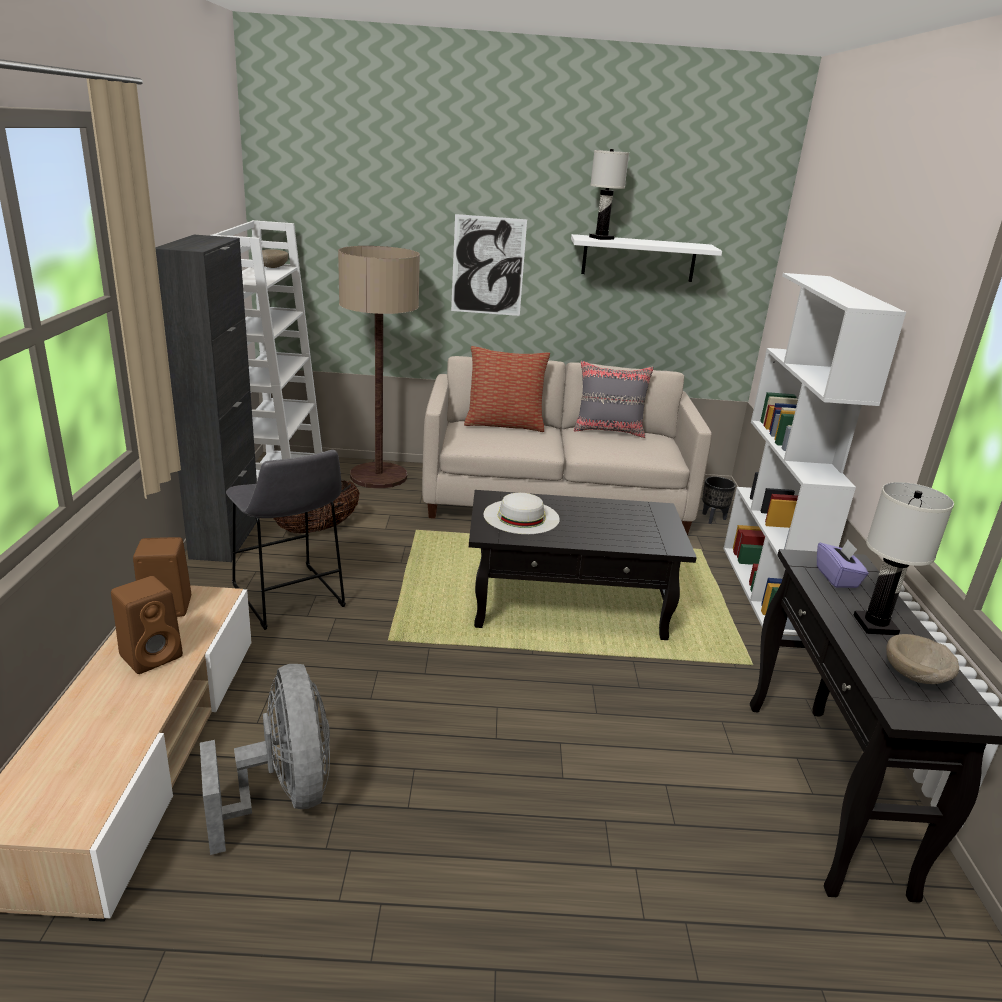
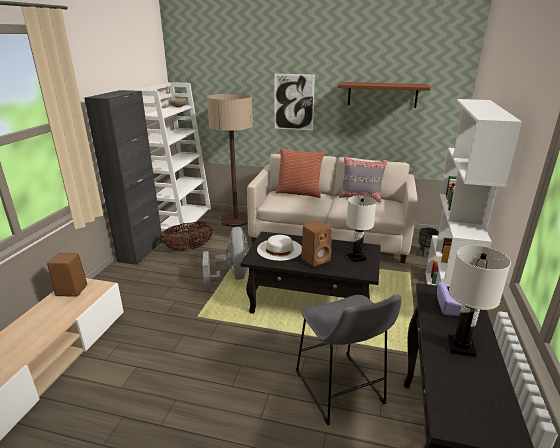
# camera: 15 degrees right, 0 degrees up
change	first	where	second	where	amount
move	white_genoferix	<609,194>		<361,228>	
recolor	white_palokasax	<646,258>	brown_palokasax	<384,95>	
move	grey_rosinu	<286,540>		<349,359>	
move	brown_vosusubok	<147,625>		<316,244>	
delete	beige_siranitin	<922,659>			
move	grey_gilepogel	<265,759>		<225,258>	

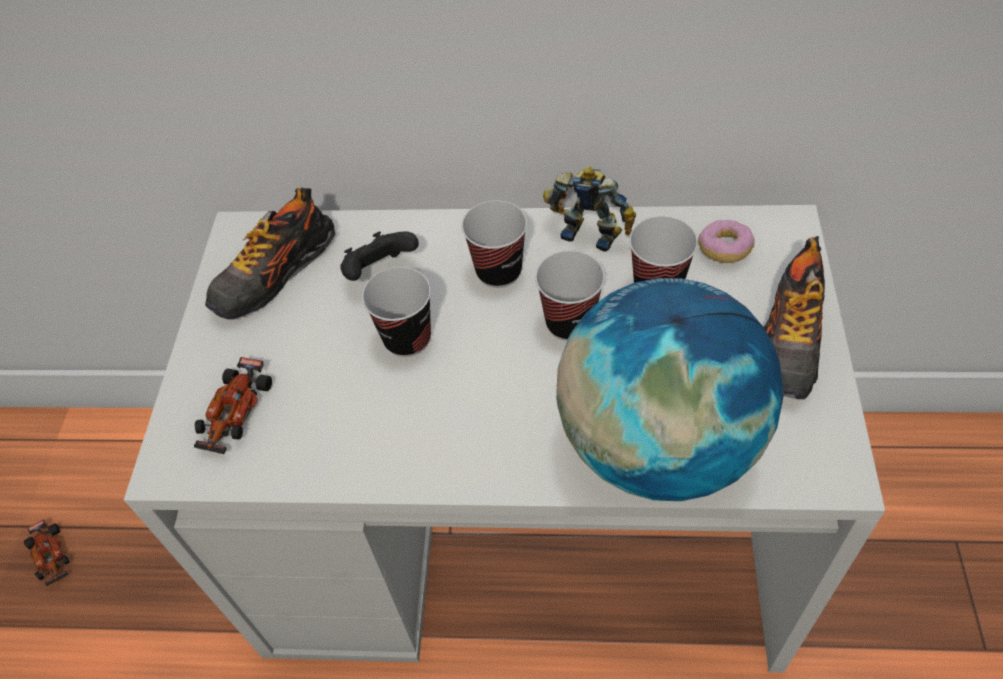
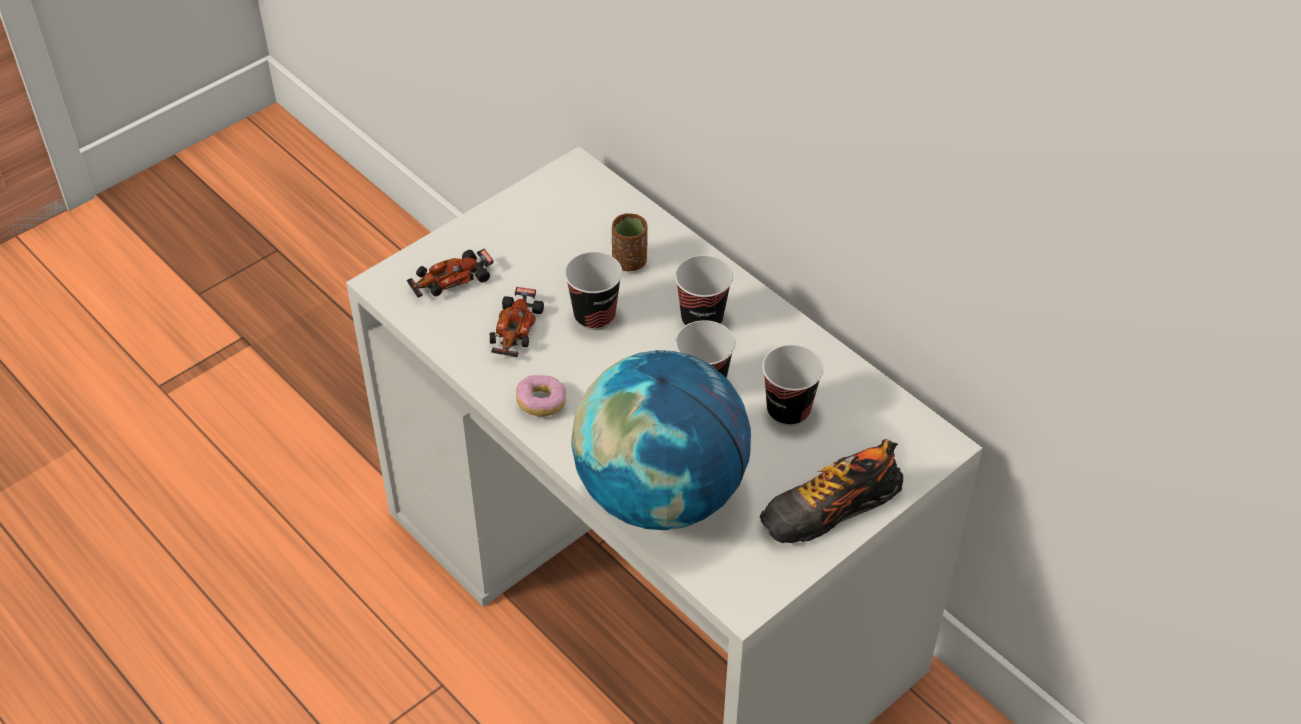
# camera: 40 degrees right, 5 degrees down
change	first	where	second	where	amount
delete	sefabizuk	<589,209>			
delete	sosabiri	<270,253>			
move	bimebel	<726,241>		<541,396>	
replace	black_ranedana	<379,256>	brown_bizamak	<629,242>	
move	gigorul	<47,553>		<517,322>	

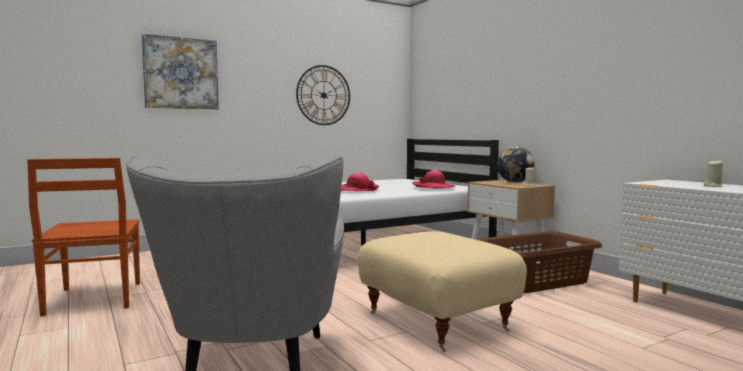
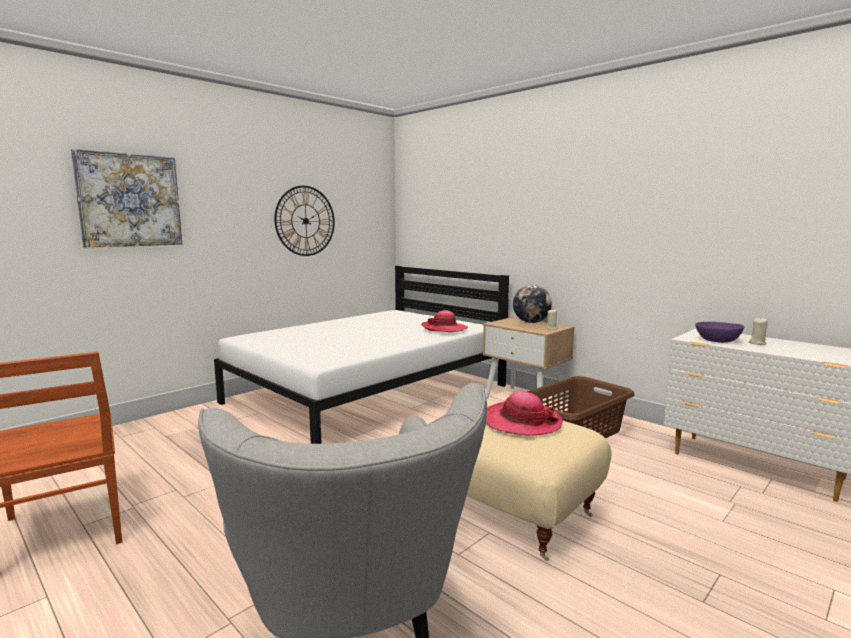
# camera: 15 degrees left, 5 degrees up
change	first	where	second	where	amount
move	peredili	<360,182>		<524,413>	
insert			purple_siranitin	<719,332>	

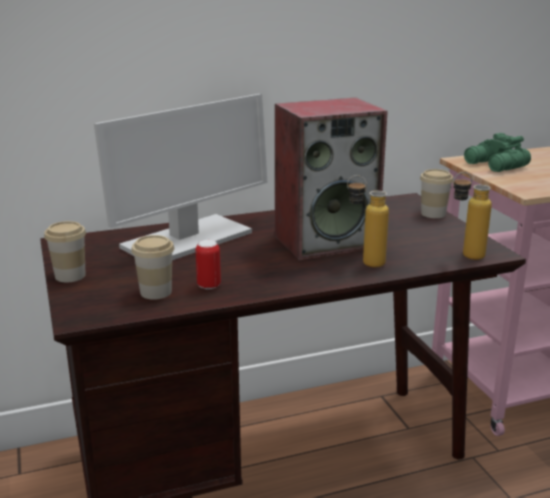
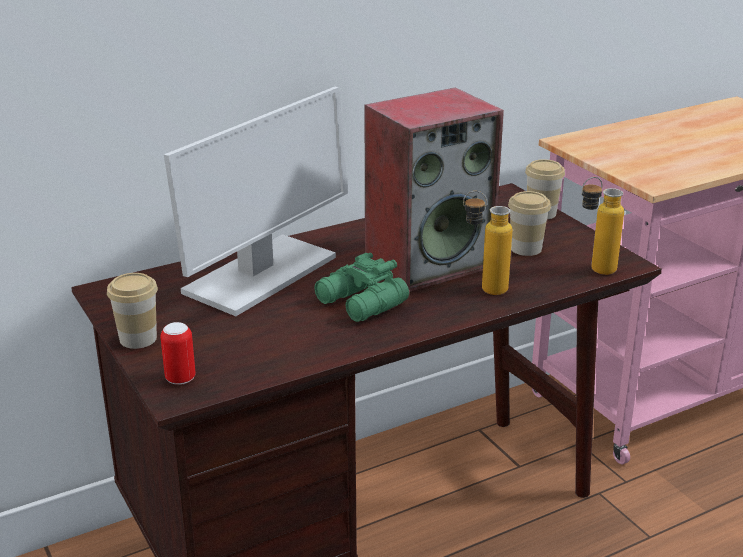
# camera: 10 degrees left, 5 degrees up
change	first	where	second	where	amount
move	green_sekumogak	<497,152>		<361,287>	
move	bizamak	<152,267>		<529,223>	
move	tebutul	<208,265>		<178,353>	

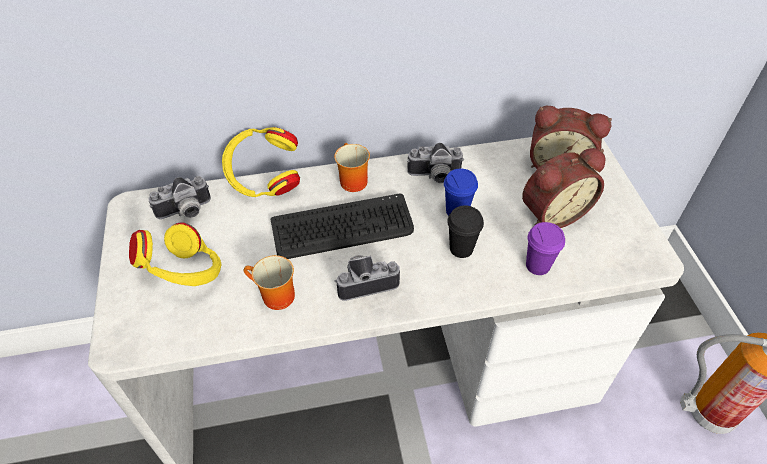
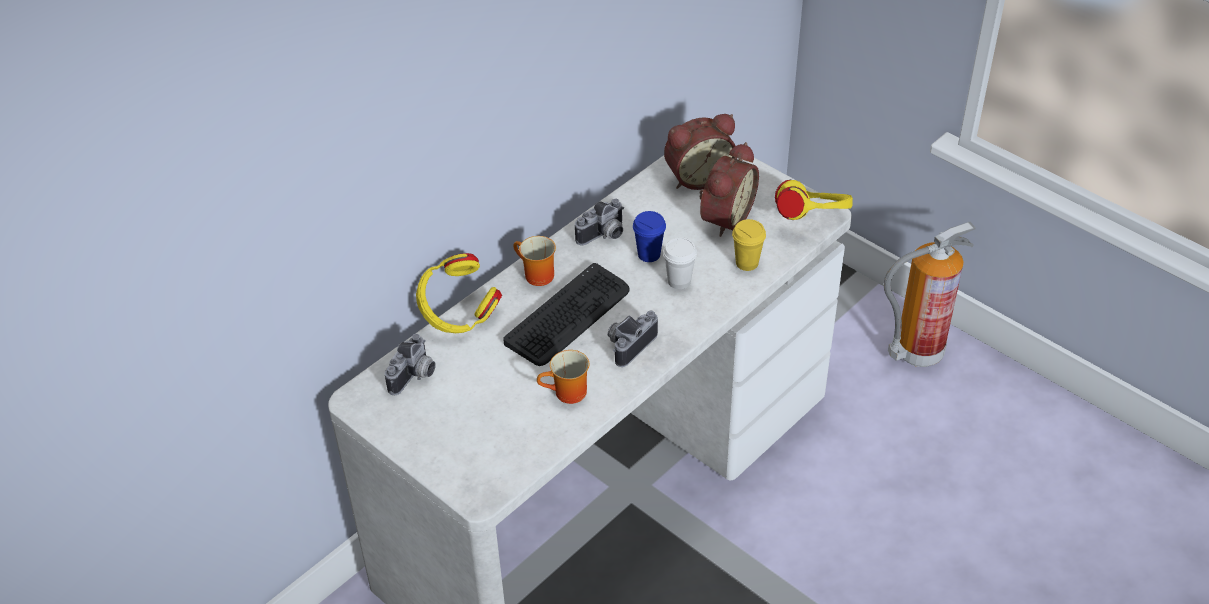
# camera: 35 degrees left, 5 degrees down
change	first	where	second	where	amount
recolor	black_bizamak	<465,231>	white_bizamak	<680,263>	
move	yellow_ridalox	<175,254>		<814,200>	
recolor	purple_bizamak	<545,248>	yellow_bizamak	<749,245>	

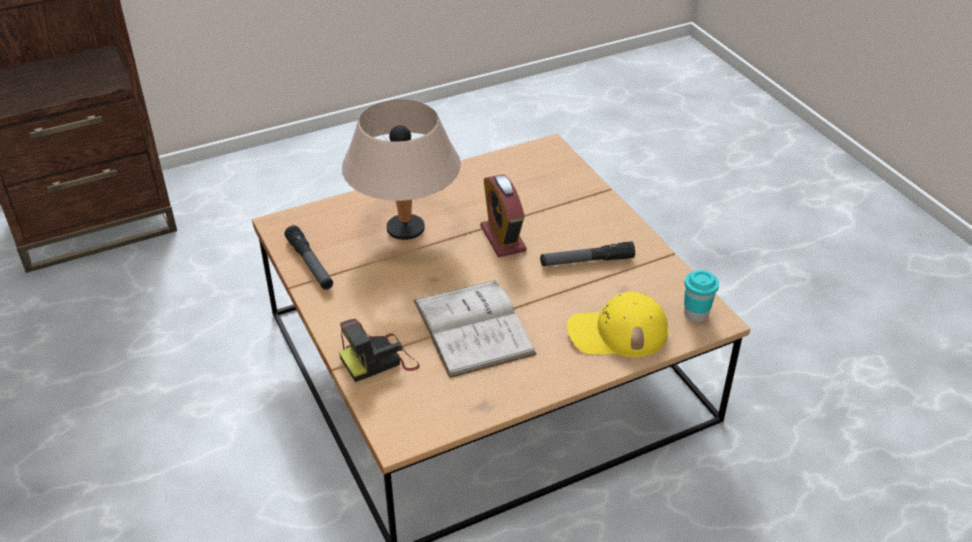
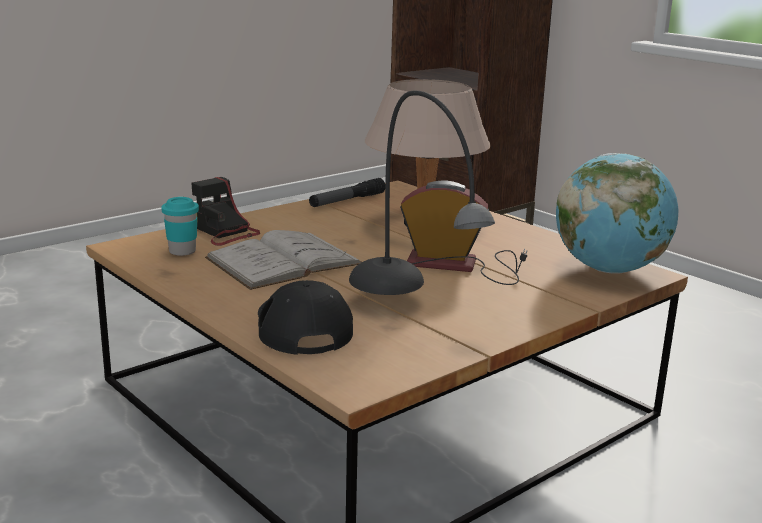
# camera: 75 degrees right, 20 degrees down
change	first	where	second	where	amount
rotate	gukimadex	<503,215>		<444,226>	45 degrees clockwise
replace	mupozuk	<587,253>	grey_genoferix	<438,192>	
move	turquoise_bizamak	<701,296>		<180,226>	
recolor	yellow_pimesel	<618,324>	black_pimesel	<305,317>	
insert			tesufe	<617,213>	

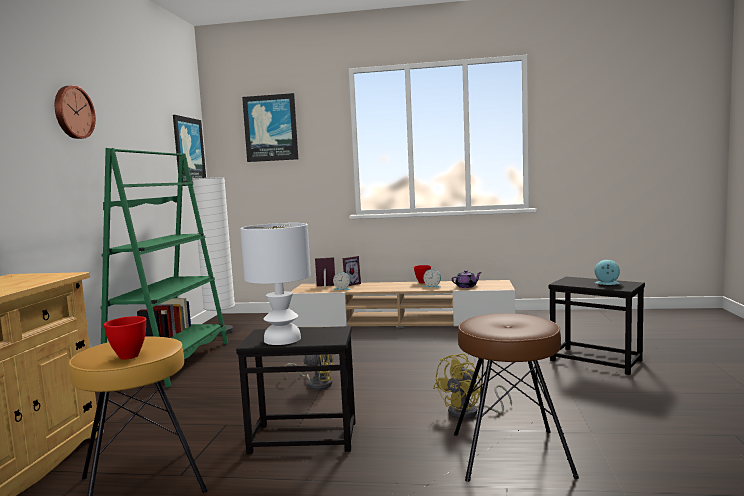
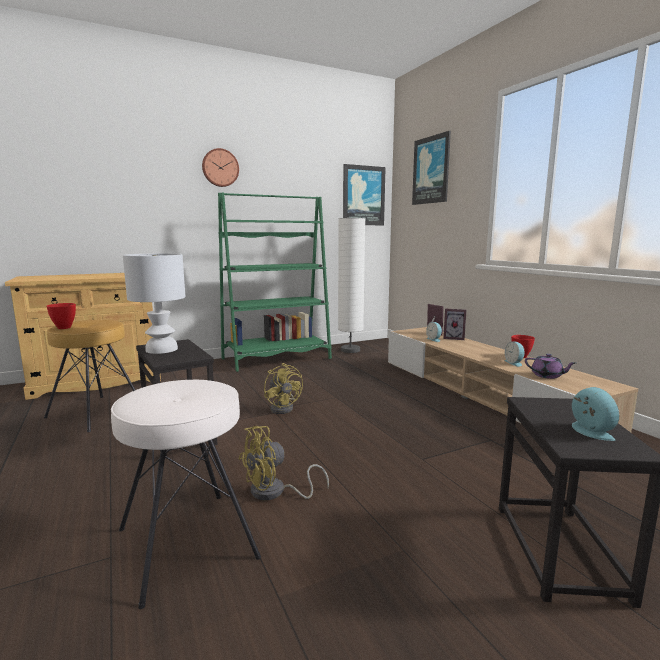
# camera: 55 degrees right, 5 degrees up
change	first	where	second	where	amount
recolor	brown_rosinu	<516,397>	white_rosinu	<186,494>	
rotate	yellow_gilepogel	<472,386>		<284,463>	45 degrees counterclockwise

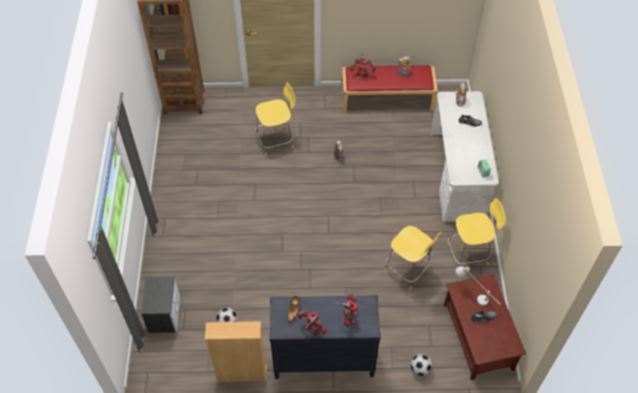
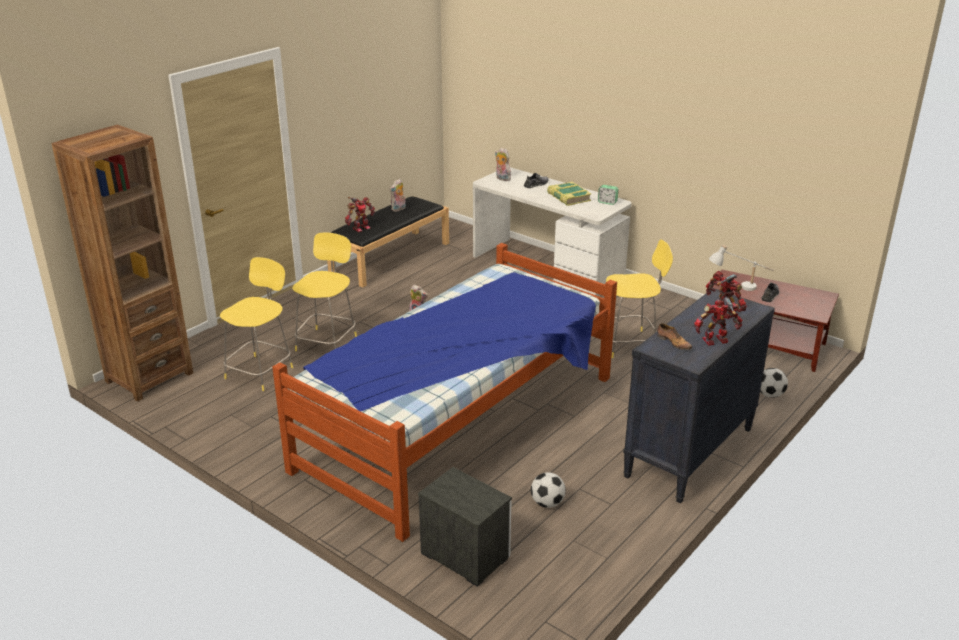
# camera: 50 degrees left, 25 degrees down
change	first	where	second	where	amount
recolor	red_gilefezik	<390,89>	black_gilefezik	<388,241>	
move	yellow_rosinu	<476,232>		<256,324>	
delete	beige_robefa	<236,352>			
insert			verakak	<569,194>	
insert			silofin	<444,392>	

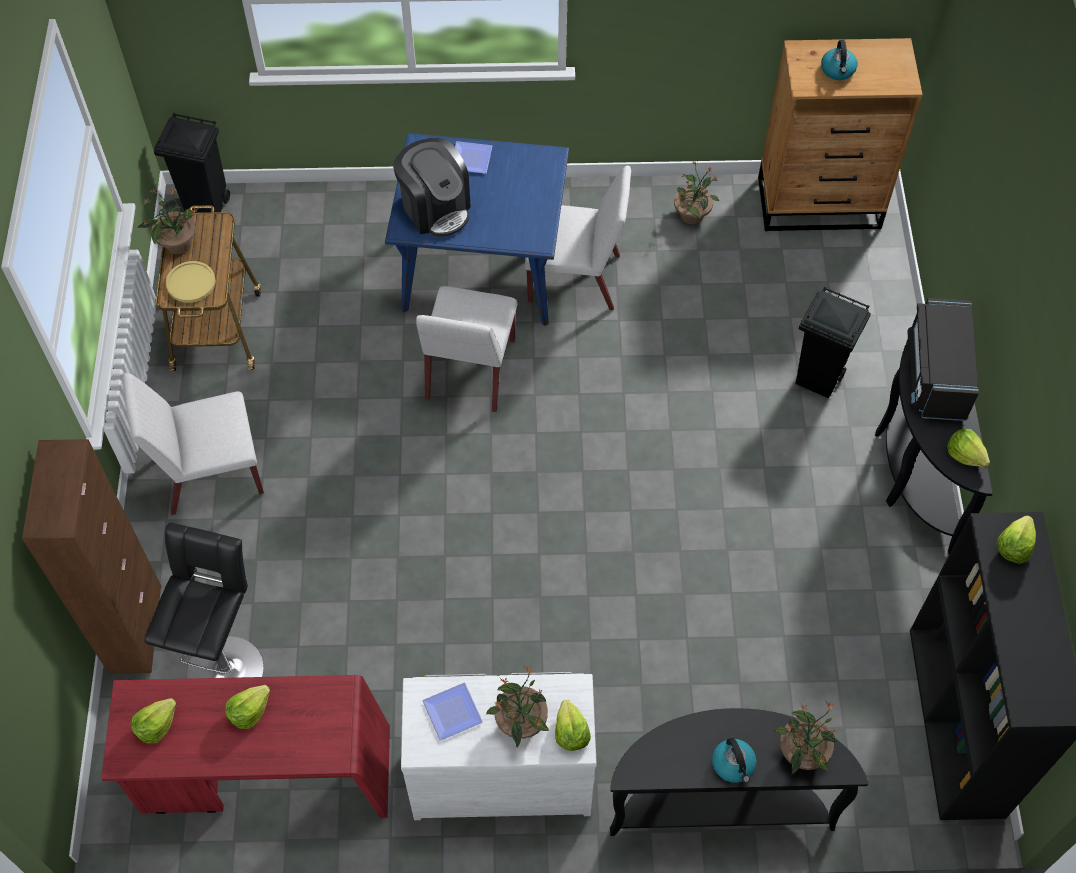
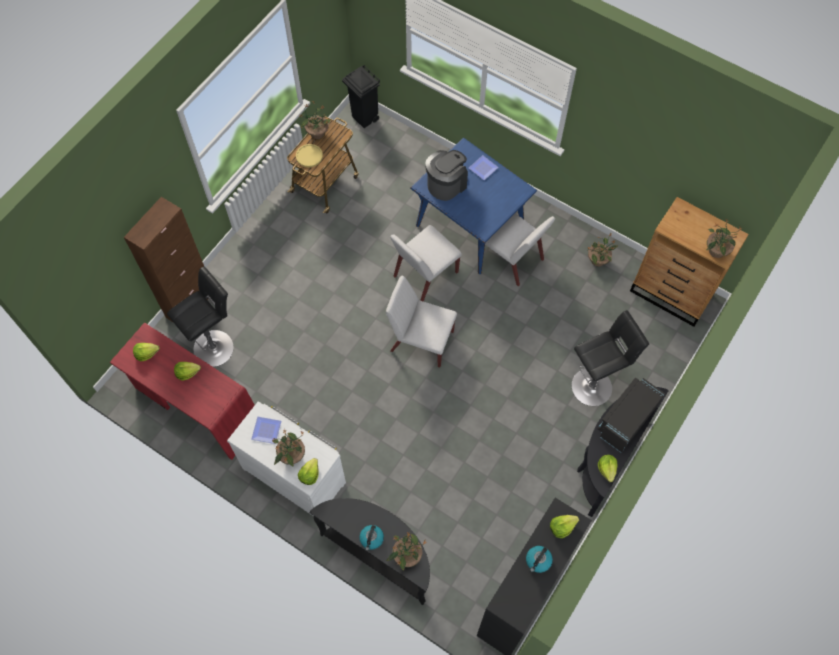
# camera: 35 degrees right, 5 degrees up
change	first	where	second	where	amount
move	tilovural	<839,60>		<539,559>	
rotate	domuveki	<432,187>		<446,175>	135 degrees counterclockwise
replace	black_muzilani	<833,342>	black_rosinu	<610,358>	
move	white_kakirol	<193,444>		<421,322>	
insert			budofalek	<724,238>	

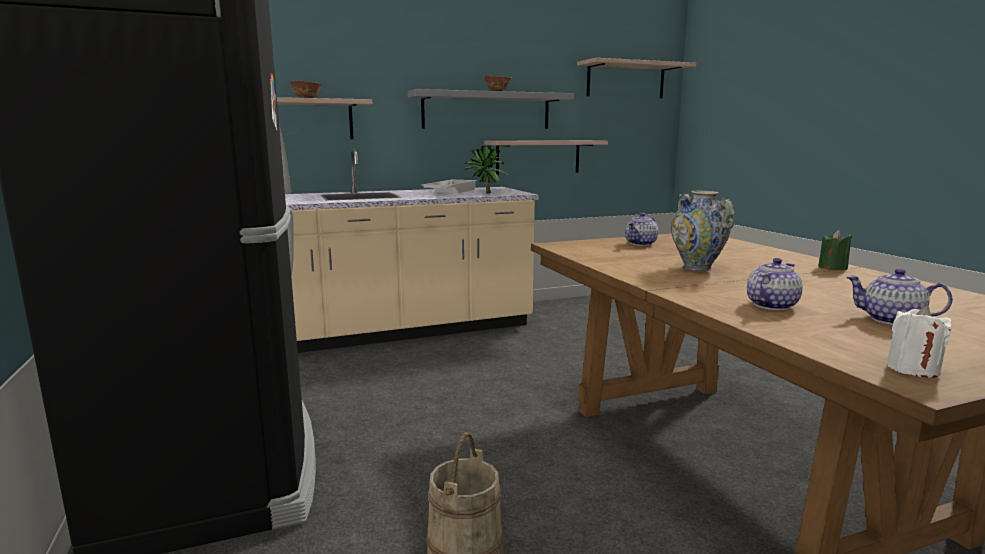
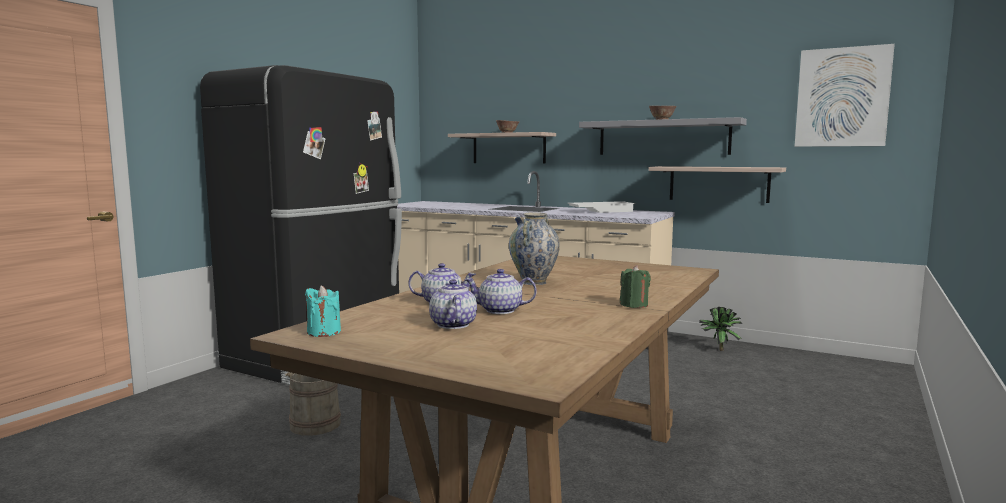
# camera: 50 degrees right, 5 degrees down
change	first	where	second	where	amount
replace	palokasax	<636,78>	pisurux	<845,95>	
move	budofalek	<486,170>		<721,329>	
move	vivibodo	<641,229>		<500,291>	
recolor	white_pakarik	<919,342>	turquoise_pakarik	<323,311>	

